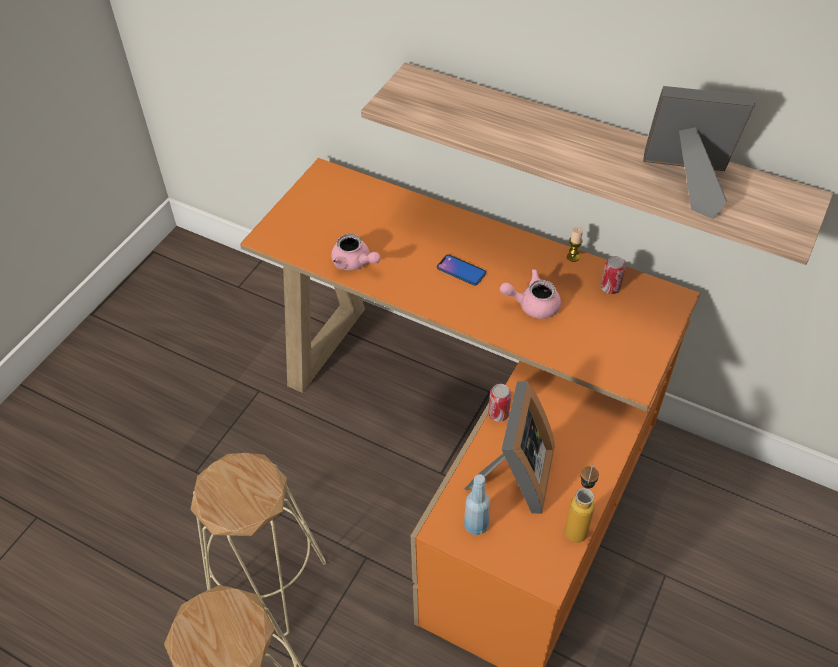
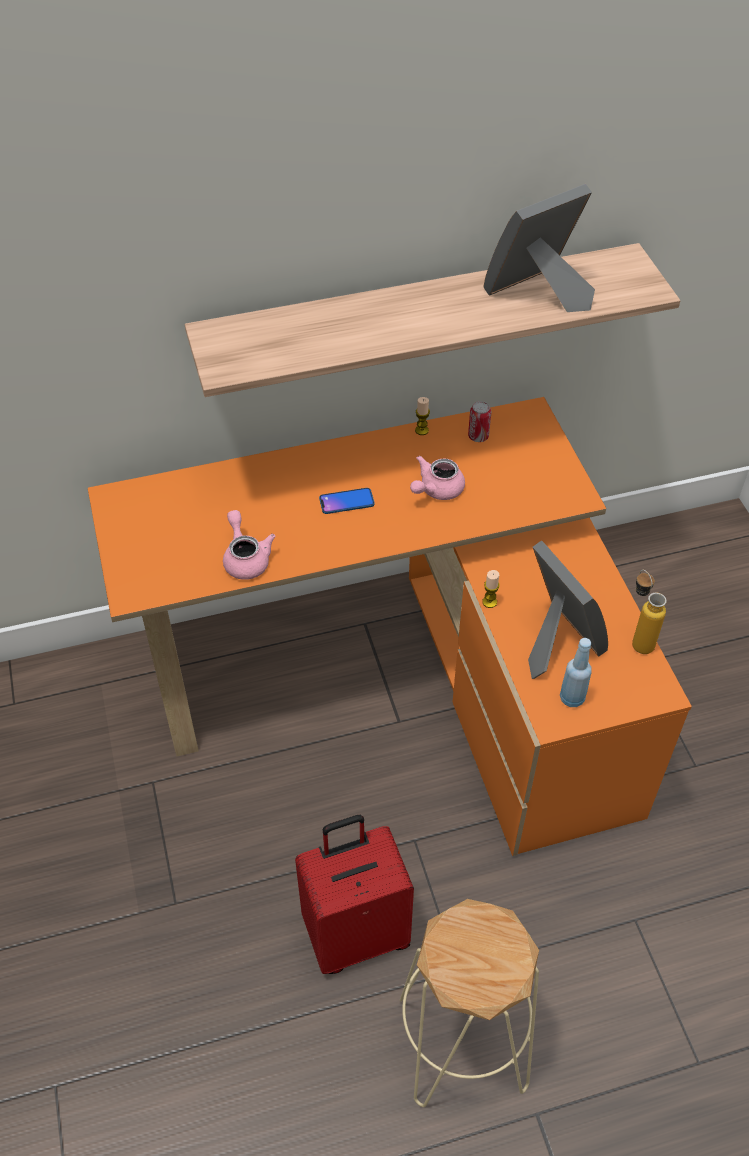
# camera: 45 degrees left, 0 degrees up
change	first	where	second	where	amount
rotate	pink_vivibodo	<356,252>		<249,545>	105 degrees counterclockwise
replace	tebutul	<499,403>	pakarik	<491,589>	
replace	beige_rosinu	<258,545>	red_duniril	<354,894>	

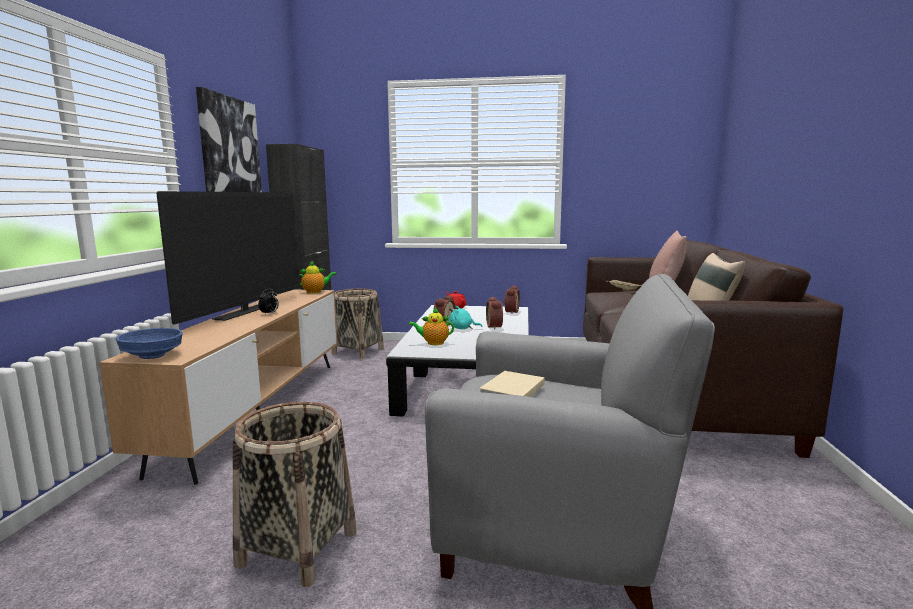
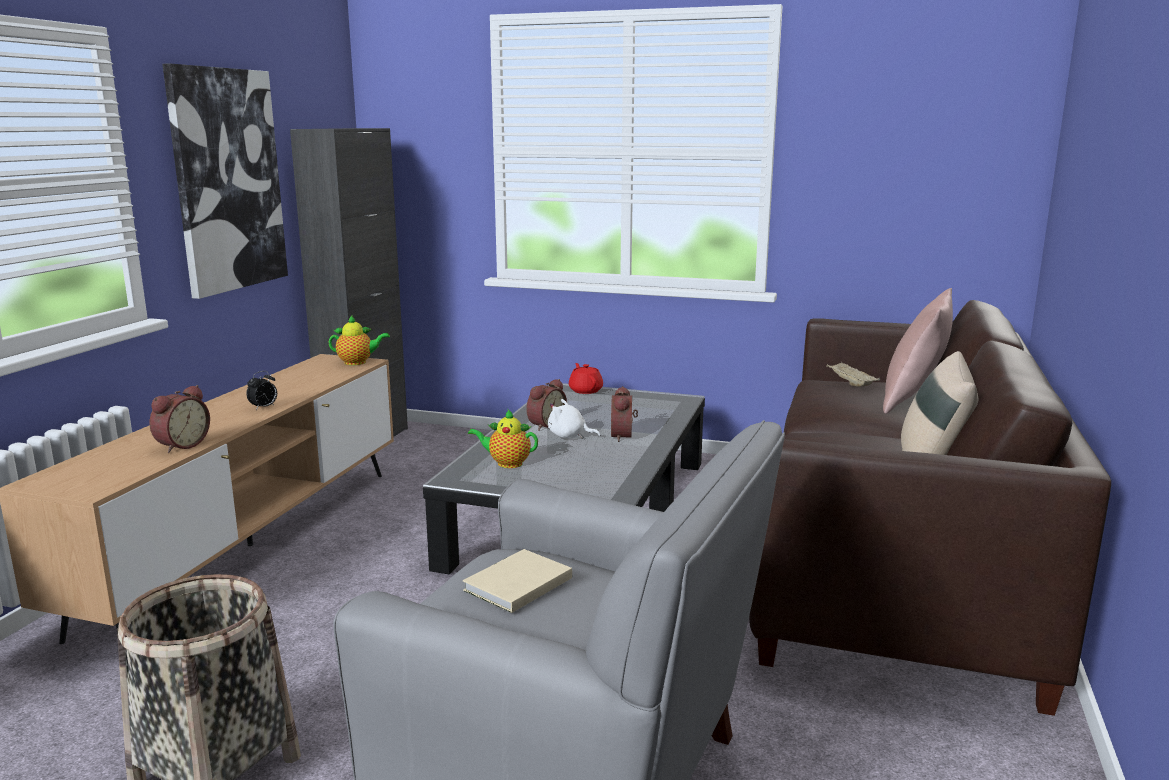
# camera: 10 degrees right, 5 degrees up
change	first	where	second	where	amount
delete	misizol	<228,257>			
move	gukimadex	<511,299>		<179,419>	
delete	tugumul	<357,324>			
recolor	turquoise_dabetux	<466,317>	white_dabetux	<574,419>	
delete	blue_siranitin	<149,343>			

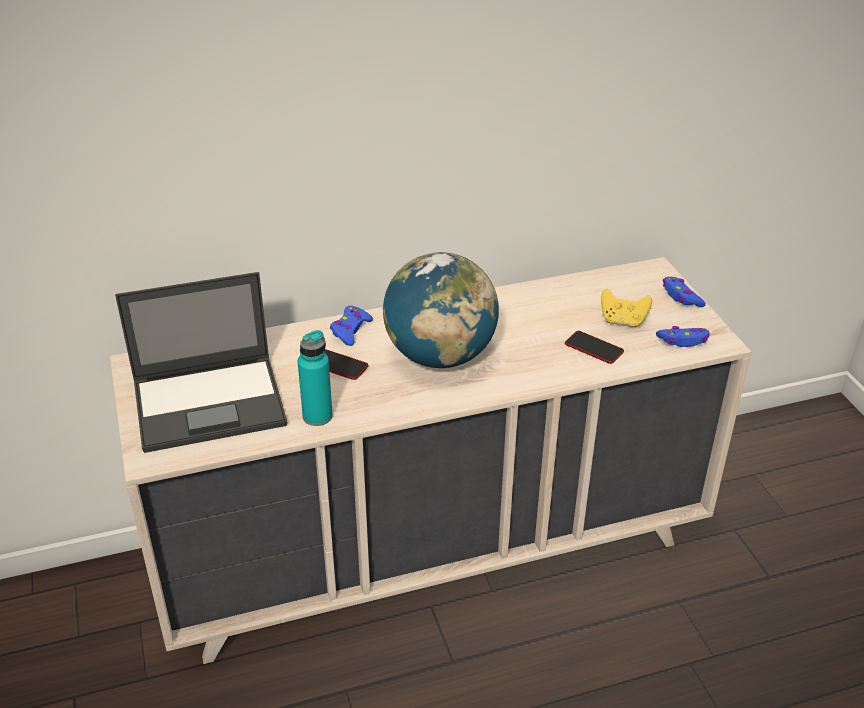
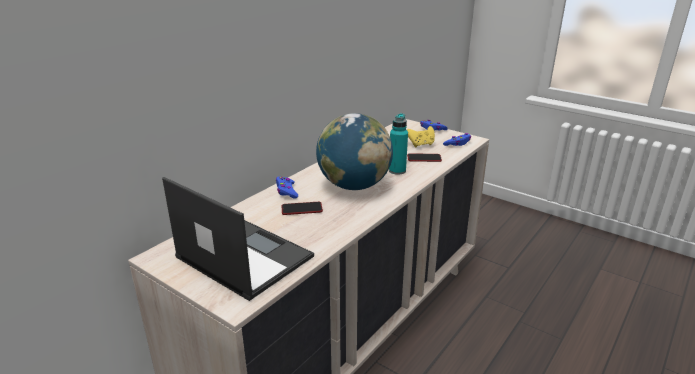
# camera: 35 degrees left, 10 degrees down
change	first	where	second	where	amount
rotate	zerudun	<201,362>		<238,239>	90 degrees counterclockwise
move	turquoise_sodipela	<315,378>		<398,144>	

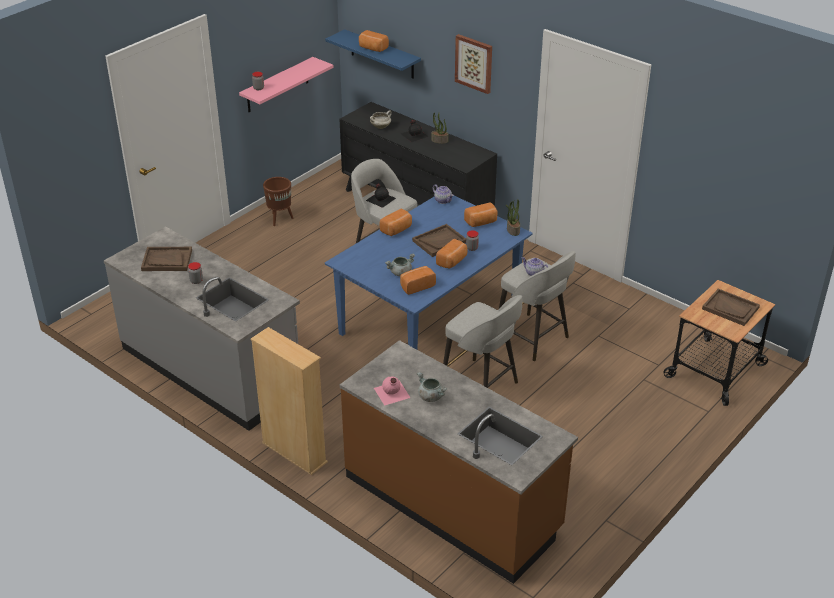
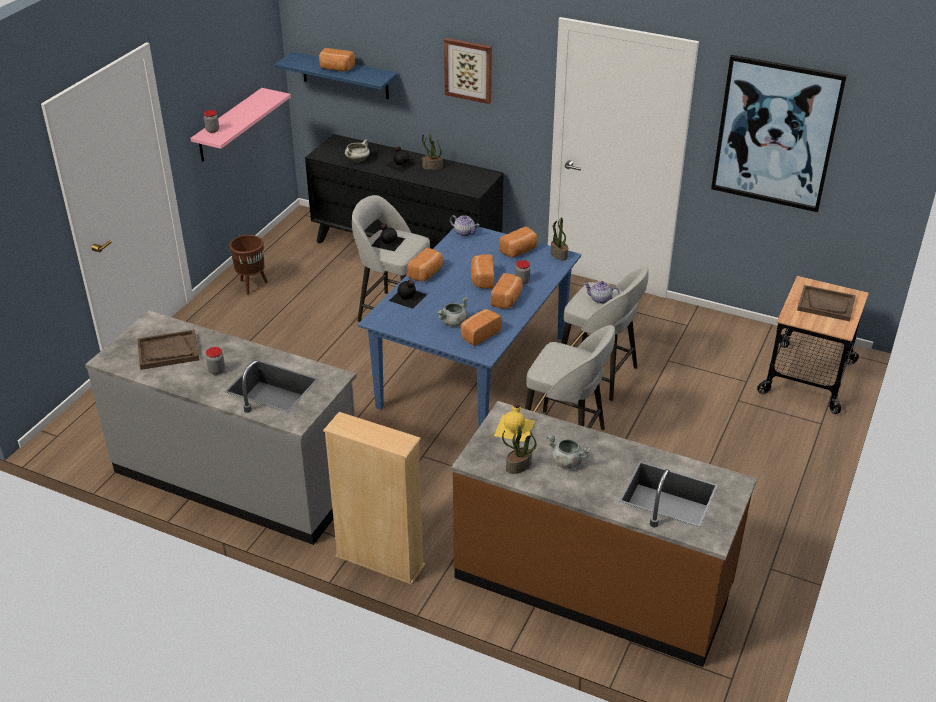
# camera: 15 degrees left, 0 degrees up
change	first	where	second	where	amount
replace	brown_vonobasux	<439,240>	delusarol	<482,271>	
replace	pink_sodipela	<392,391>	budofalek	<519,450>	
insert			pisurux	<779,133>	
insert			black_sodipela	<408,294>	
insert			yellow_sodipela	<514,423>	

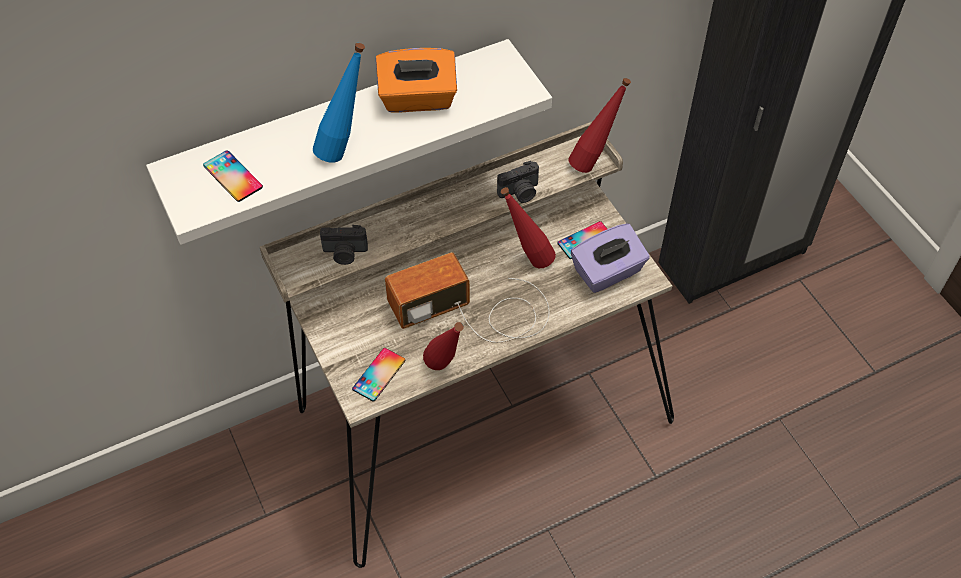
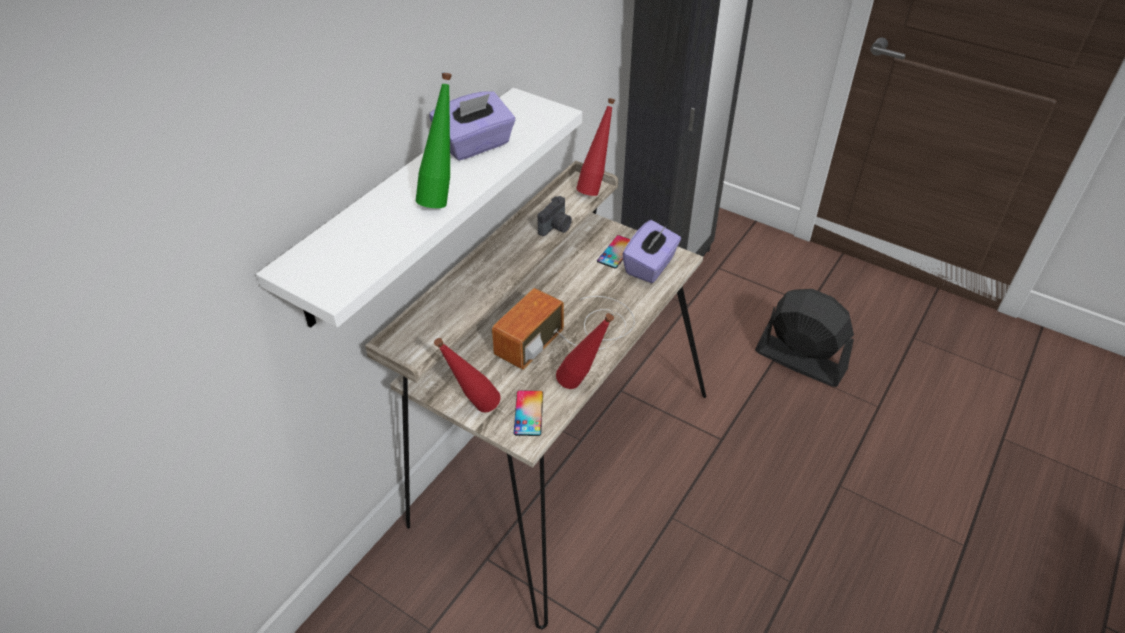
# camera: 30 degrees left, 10 degrees down
change	first	where	second	where	amount
recolor	blue_sodipela	<339,103>	green_sodipela	<434,140>	
recolor	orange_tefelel	<416,80>	purple_tefelel	<472,126>	
delete	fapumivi	<233,176>			
move	red_sodipela	<528,227>		<467,375>	
delete	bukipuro	<344,245>			
insert			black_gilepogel	<804,338>	

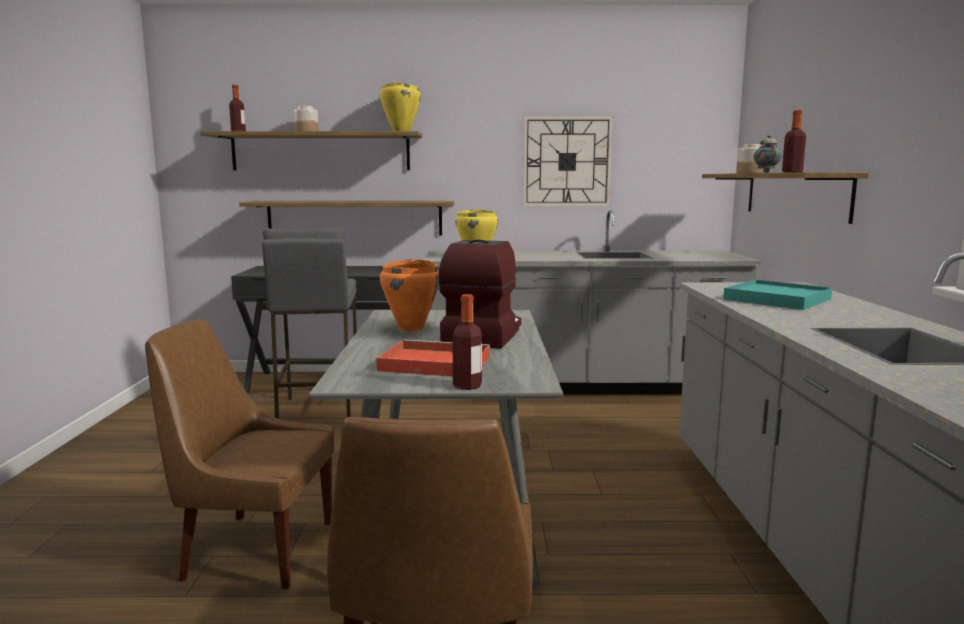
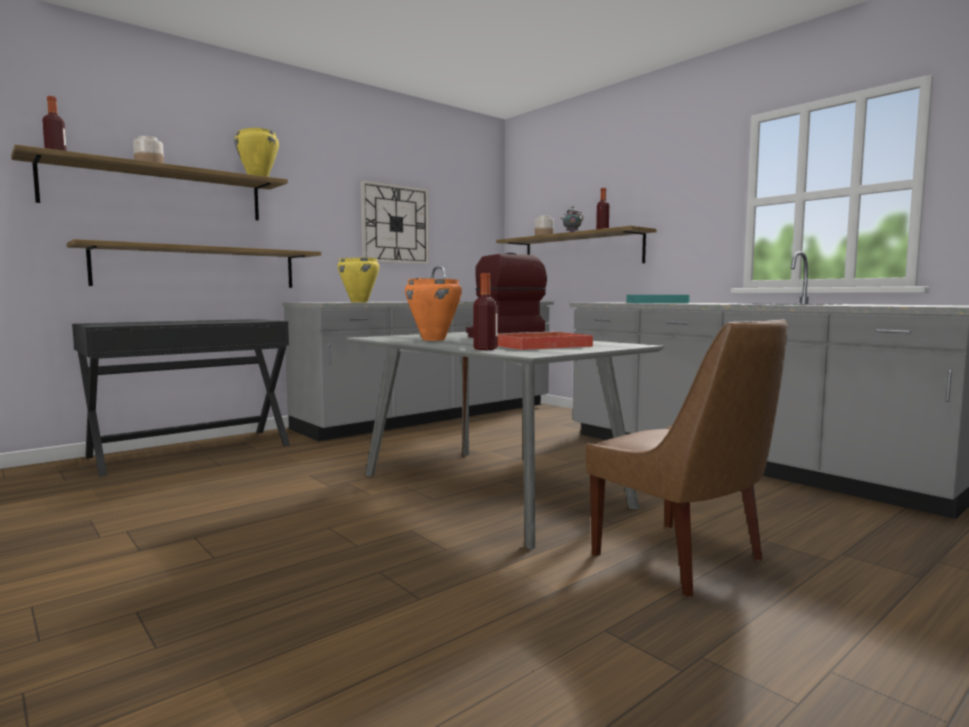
# camera: 40 degrees left, 5 degrees down
change	first	where	second	where	amount
delete	grey_rosinu	<309,322>			
move	sodipela	<467,342>		<485,311>	
delete	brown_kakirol	<239,454>			

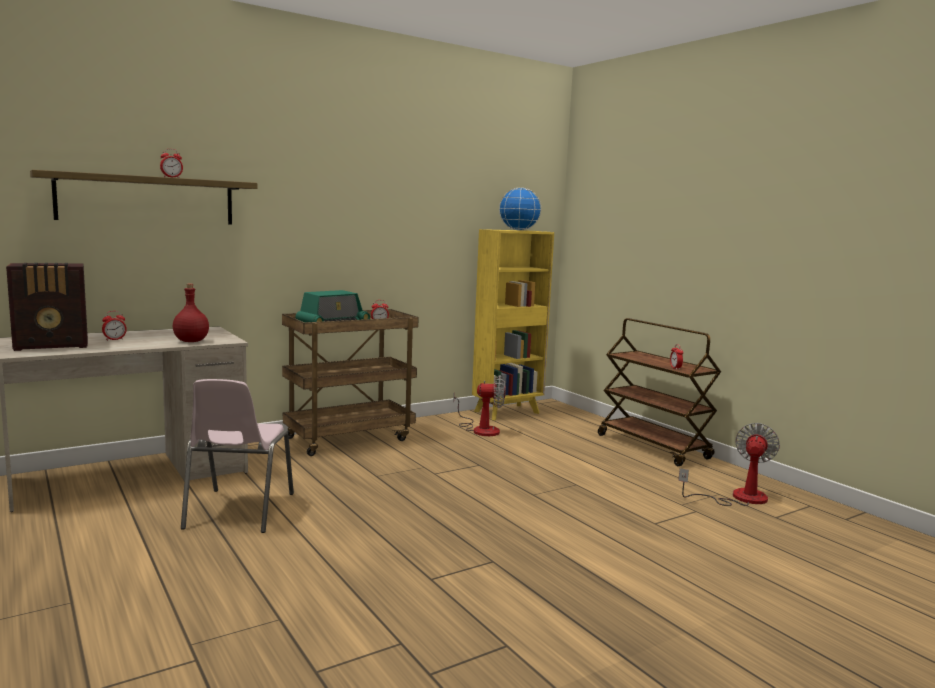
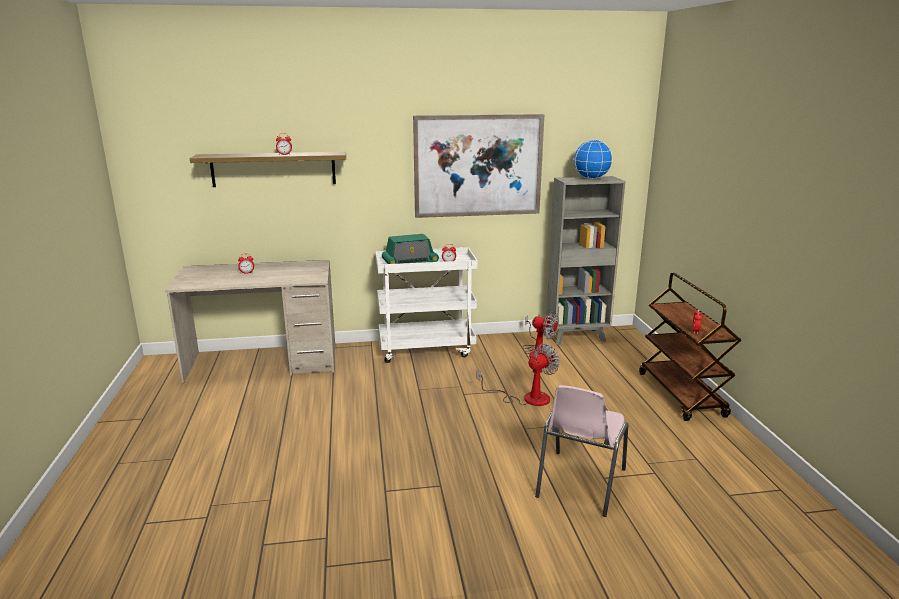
# camera: 25 degrees right, 10 degrees up
change	first	where	second	where	amount
recolor	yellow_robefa	<513,325>	grey_robefa	<585,260>	
delete	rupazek	<47,307>			
delete	red_sodipela	<191,313>			
recolor	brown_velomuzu	<350,382>	white_velomuzu	<427,305>	
move	pink_kakirol	<237,456>		<581,451>	
move	gilepogel	<729,464>		<518,375>	
insert			pisurux	<478,166>	

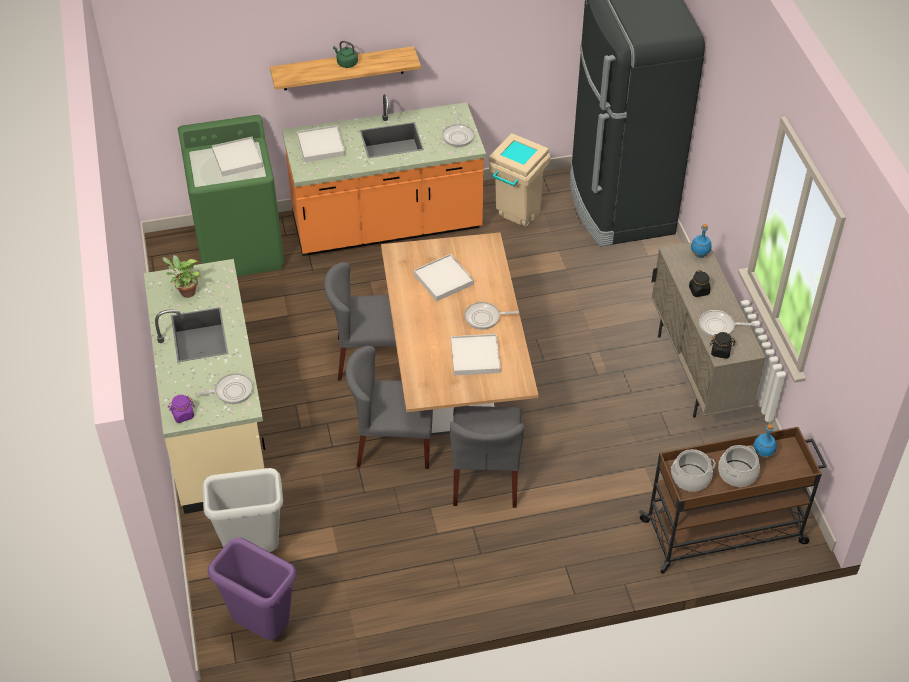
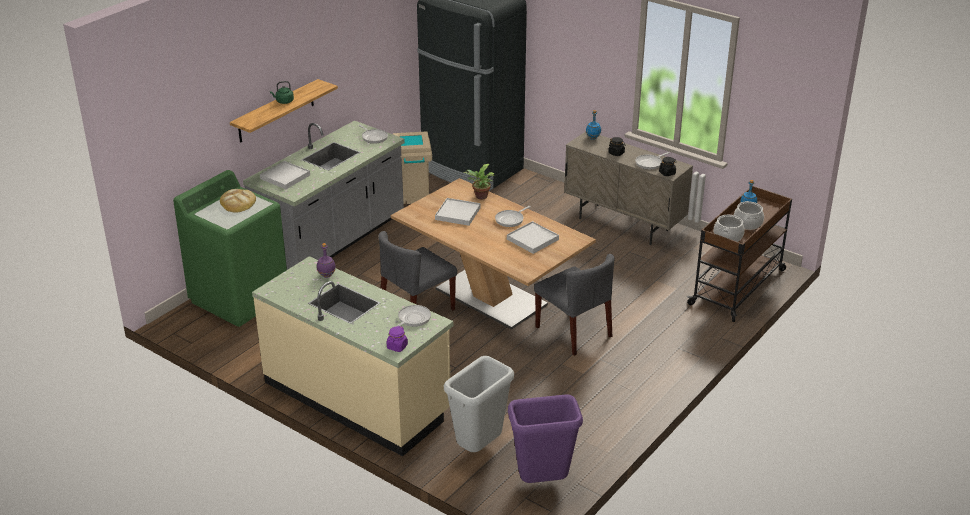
# camera: 40 degrees left, 15 degrees down
change	first	where	second	where	amount
recolor	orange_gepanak	<384,175>	grey_gepanak	<324,195>	
replace	white_vonobasux	<237,156>	delusarol	<238,201>	
move	budofalek	<182,276>		<479,182>	
delete	grey_kakirol	<389,407>			
insert			purple_sodipela	<326,260>	

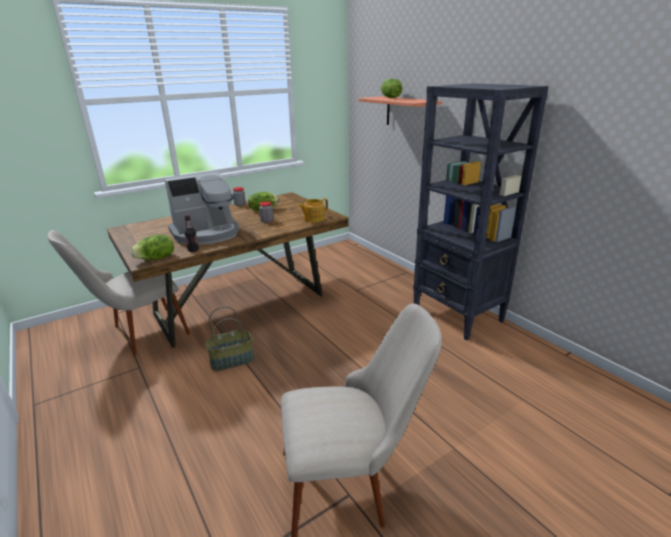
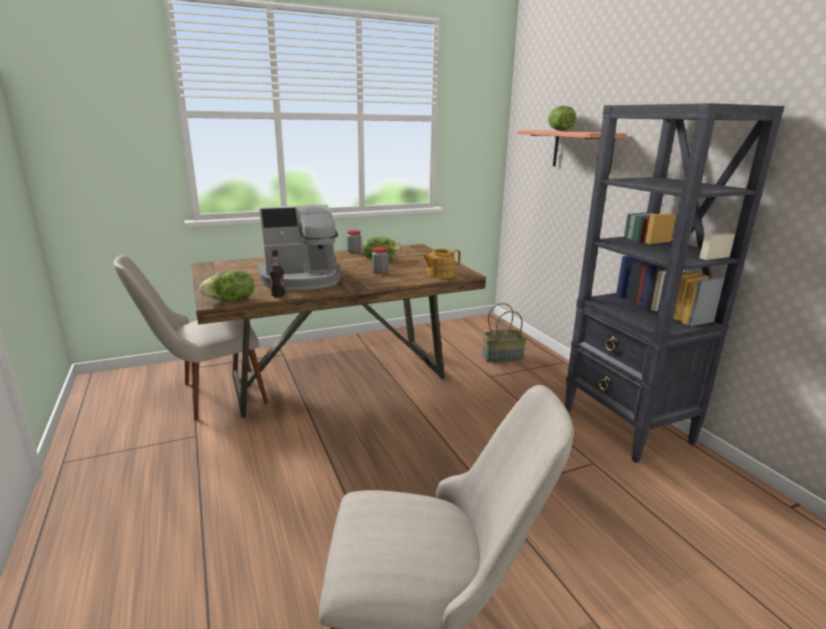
# camera: 10 degrees right, 5 degrees down
change	first	where	second	where	amount
move	tugumul	<229,338>		<504,333>	

